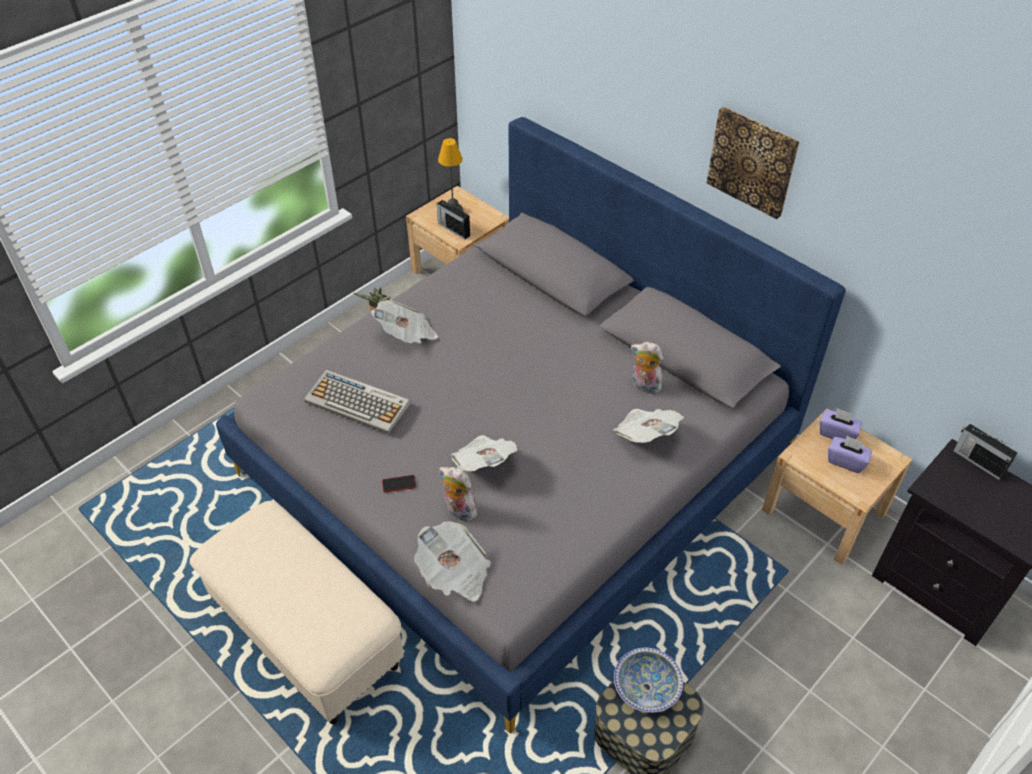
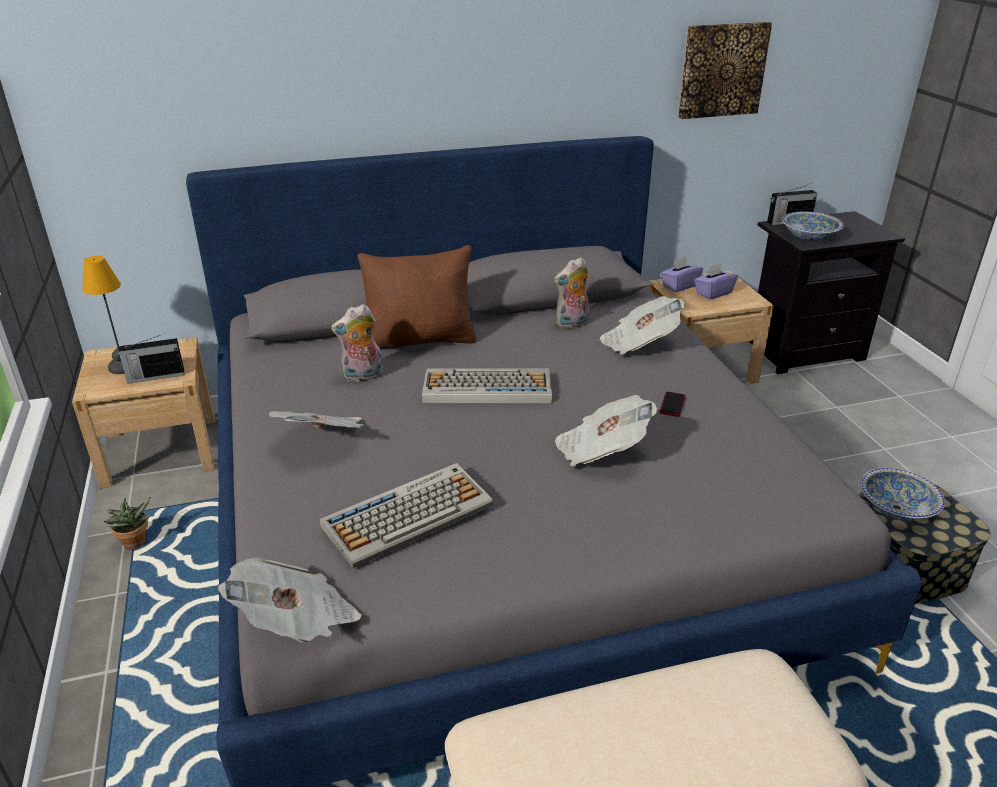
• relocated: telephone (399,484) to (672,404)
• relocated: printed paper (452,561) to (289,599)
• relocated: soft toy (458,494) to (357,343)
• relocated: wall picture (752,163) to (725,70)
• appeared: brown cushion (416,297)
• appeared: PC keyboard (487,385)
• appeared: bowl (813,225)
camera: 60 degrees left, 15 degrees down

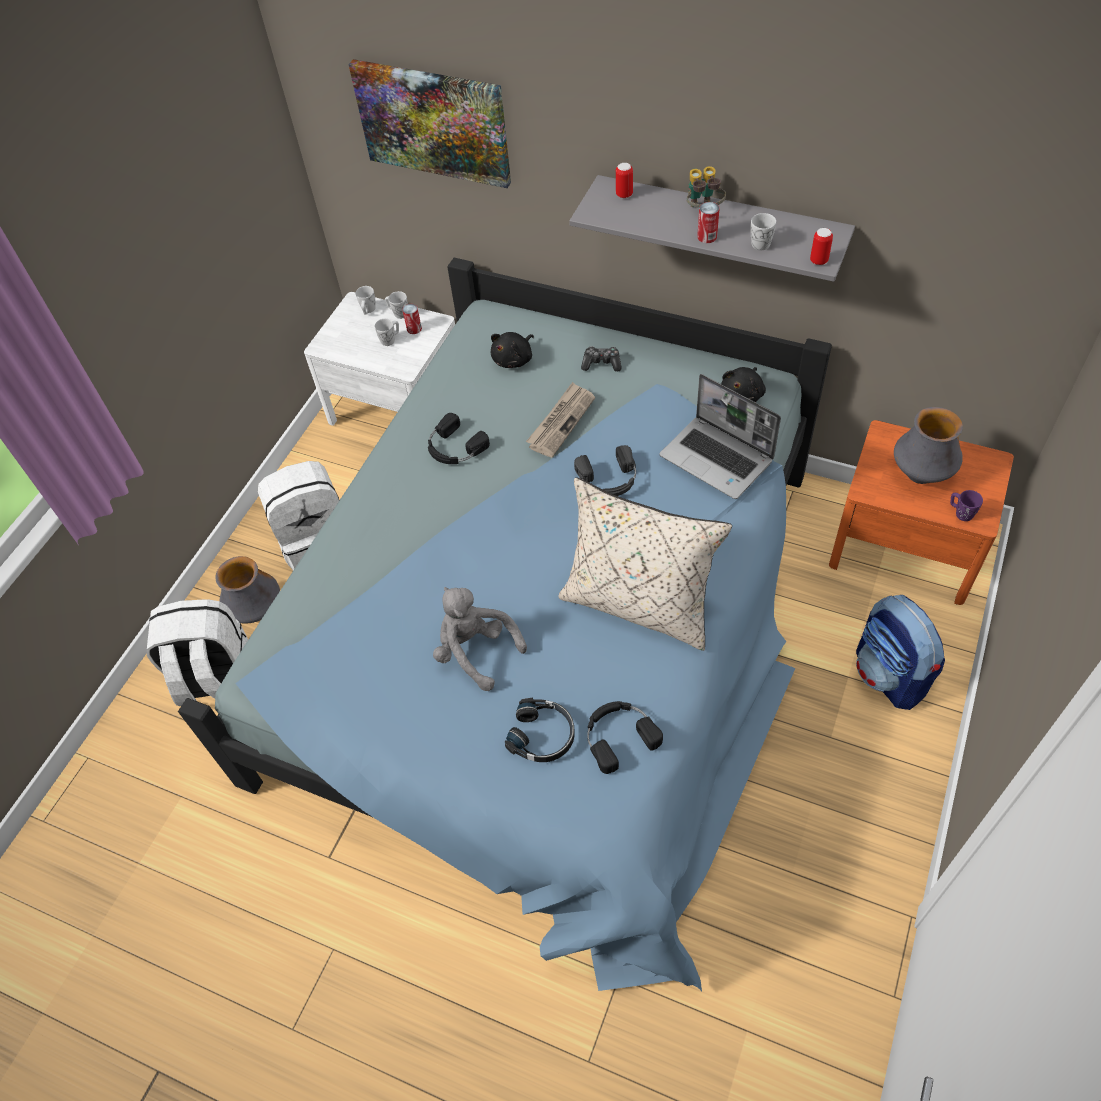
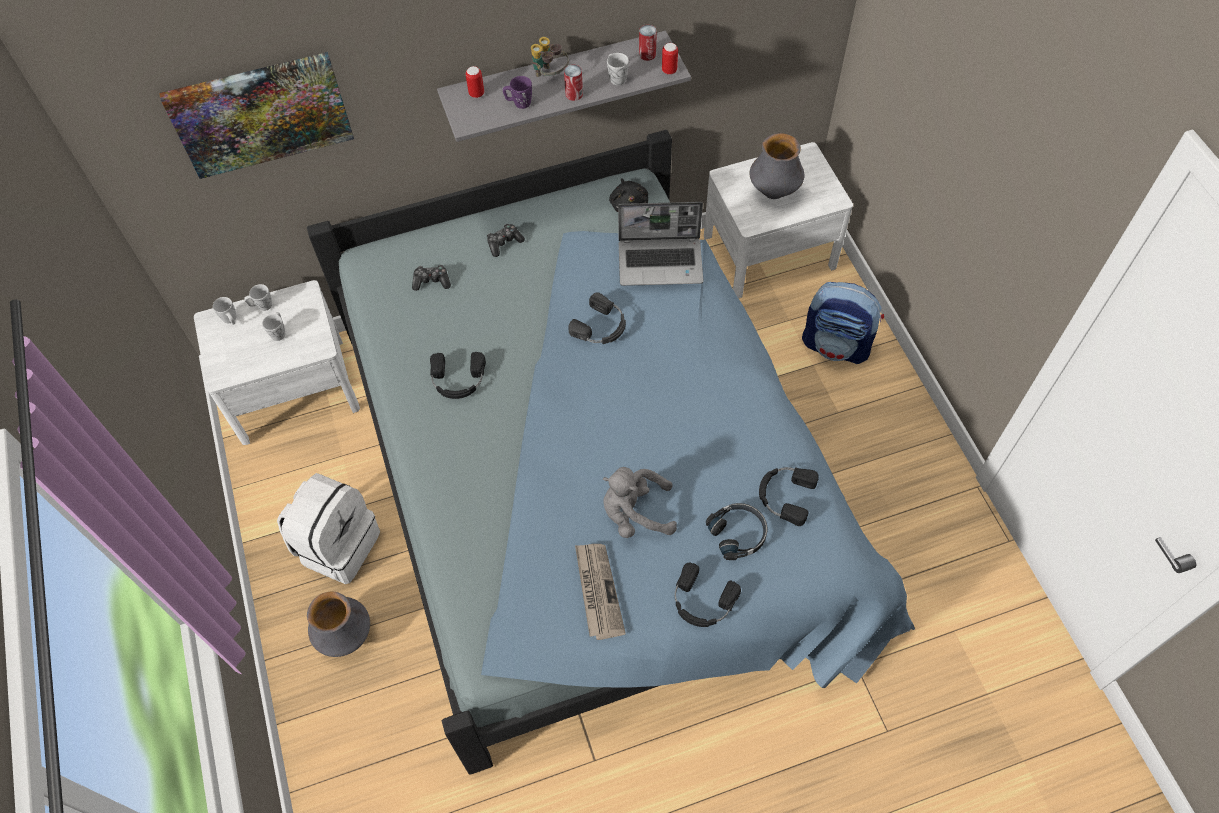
• missing: whitish knapsack (197,652)
• relocated: sealed can (412,319) to (648,43)
• exchanged: blackish soft toy (512,350) to joypad (431,278)
• relocated: printed paper (560,420) to (600,592)
• missing: beige cushion (645,564)
• colour: orange bedside table (921,512) to whitish bedside table (778,220)
• relocated: purplish tea mug (966,505) to (517,92)
• appeared: blackish pair of headphones (708,594)
camera: 45 degrees left, 5 degrees up

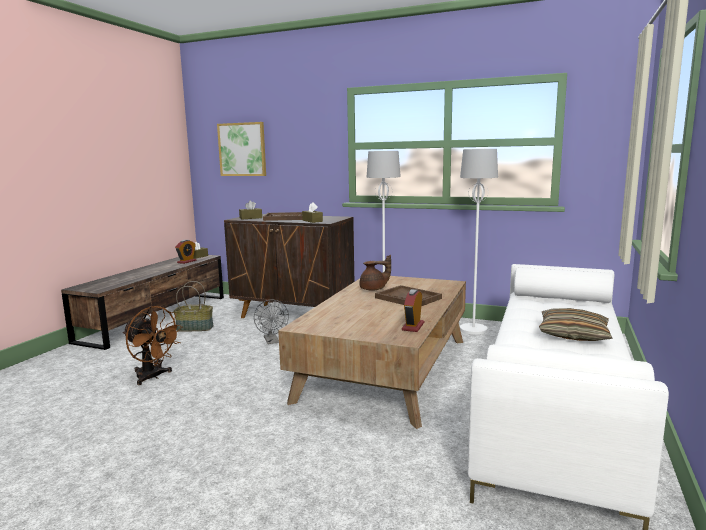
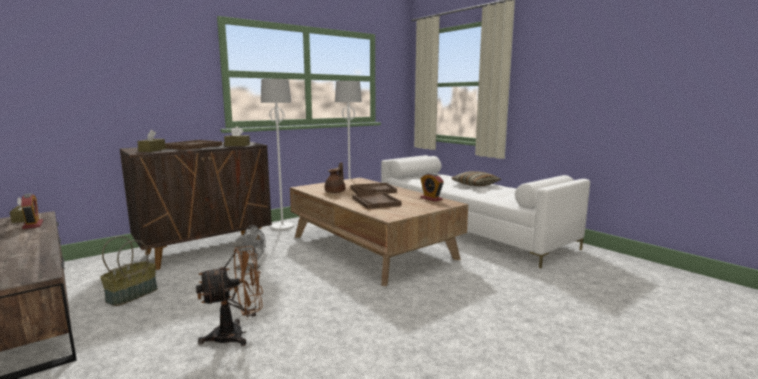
• missing: wall picture (241,149)
• appeared: brown carrying tray (377,200)
camera: 60 degrees left, 0 degrees up

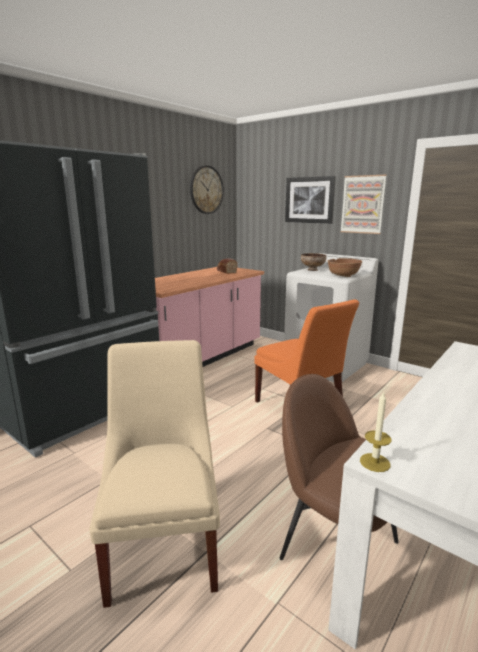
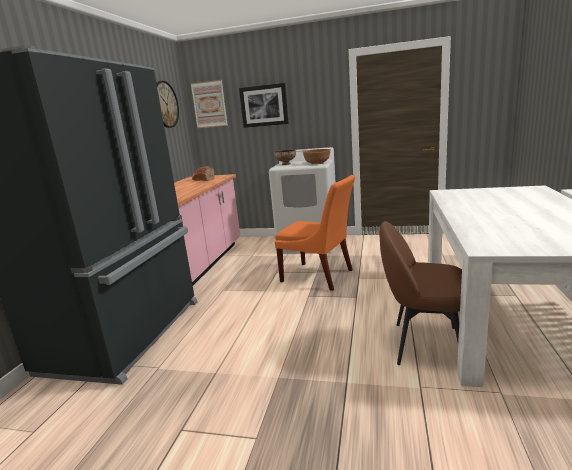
• missing: beige plain chair (154,474)
• relocated: wall picture (363,204) to (209,104)
• missing: wax light (375,431)
camera: 25 degrees left, 0 degrees up

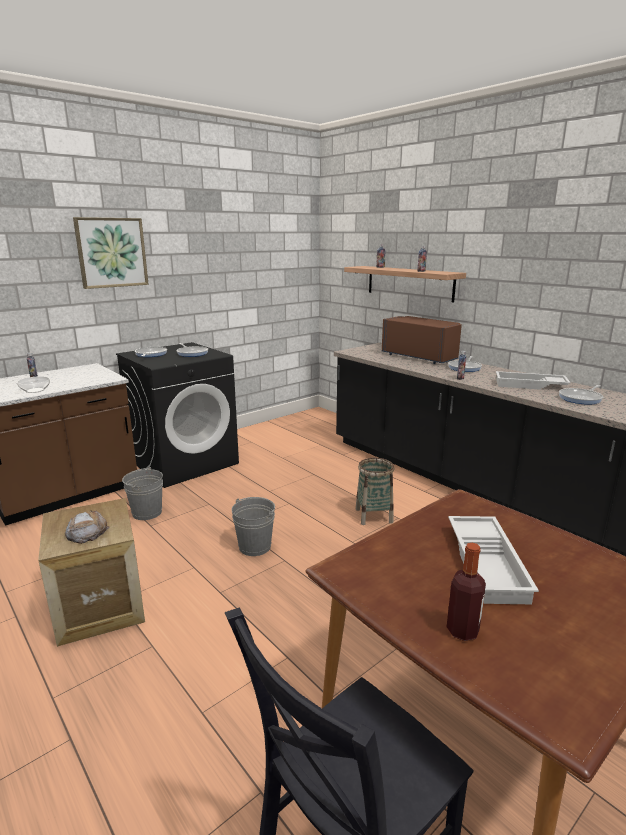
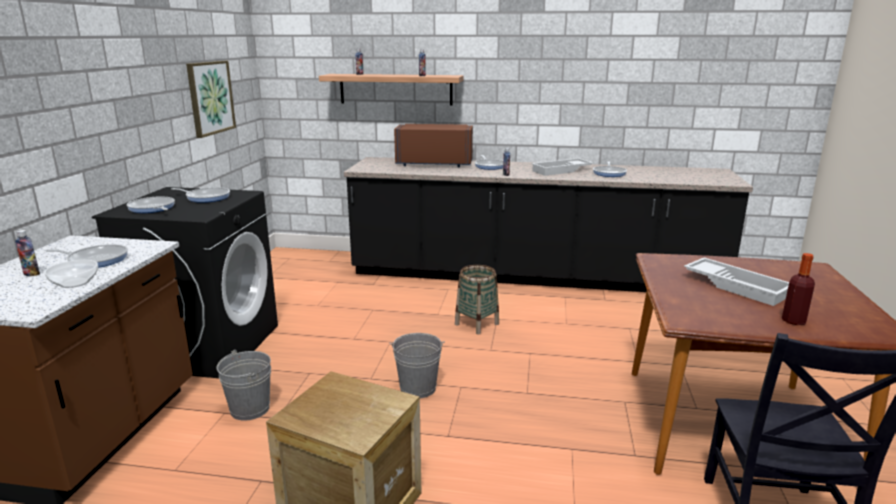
• missing: bakery bread (87,527)
• relocated: wall picture (111,253) to (211,99)
• appeared: frying pan (86,256)
camera: 40 degrees left, 0 degrees up

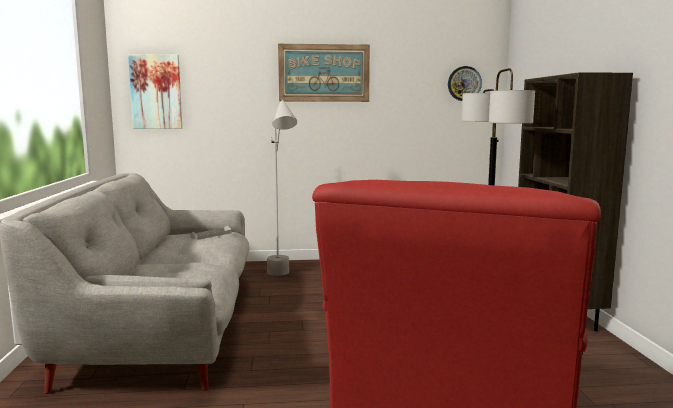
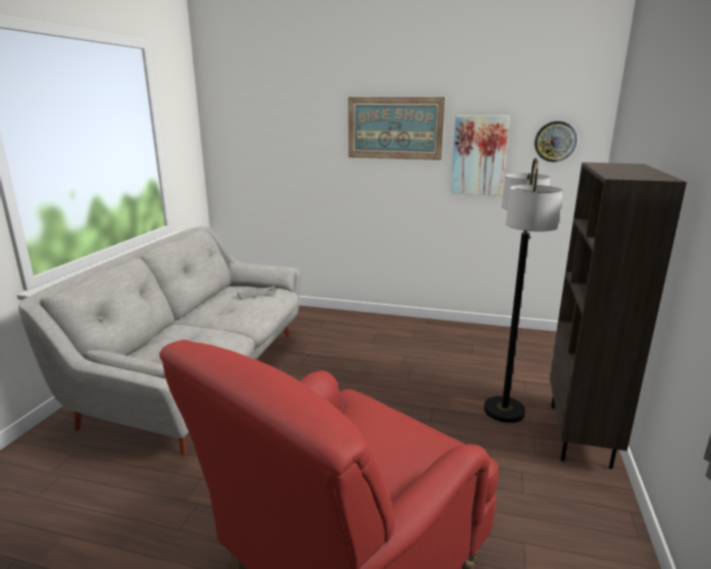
• relocated: wall picture (155,91) to (480,155)
• missing: gray standing lamp (282,187)
camera: 20 degrees right, 10 degrees up

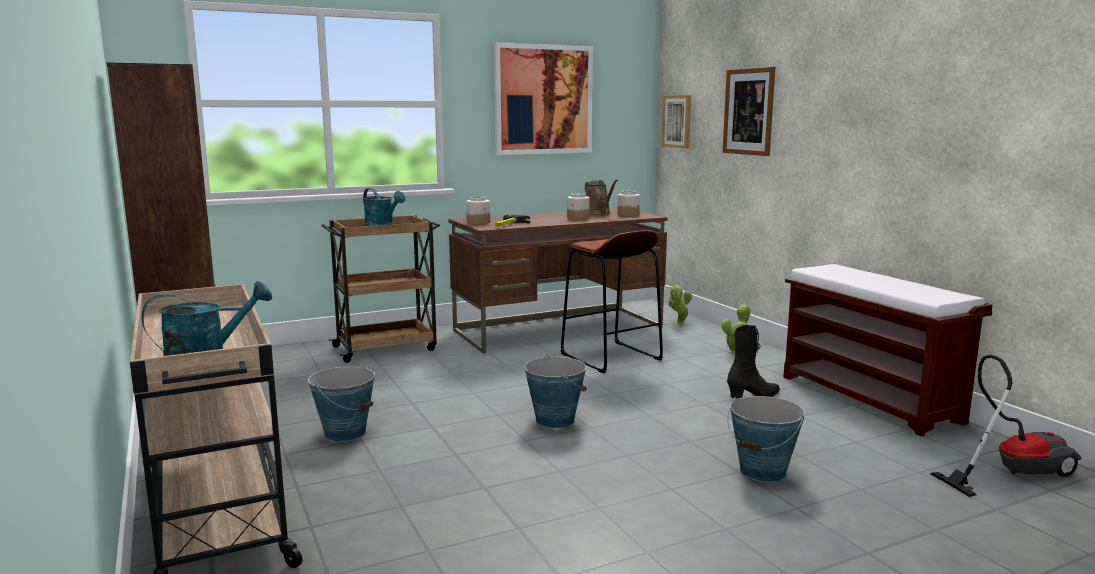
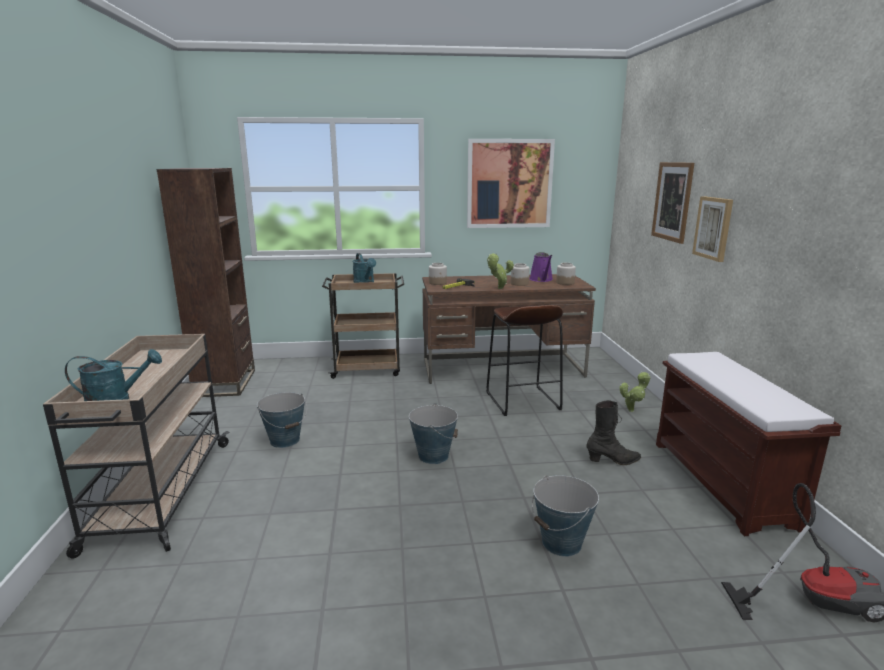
• colour: brown watering pot (601,197) to purplish watering pot (541,267)
• relocated: wall picture (676,121) to (712,229)
• relocated: potted plant (680,304) to (500,271)
camera: 20 degrees right, 5 degrees up

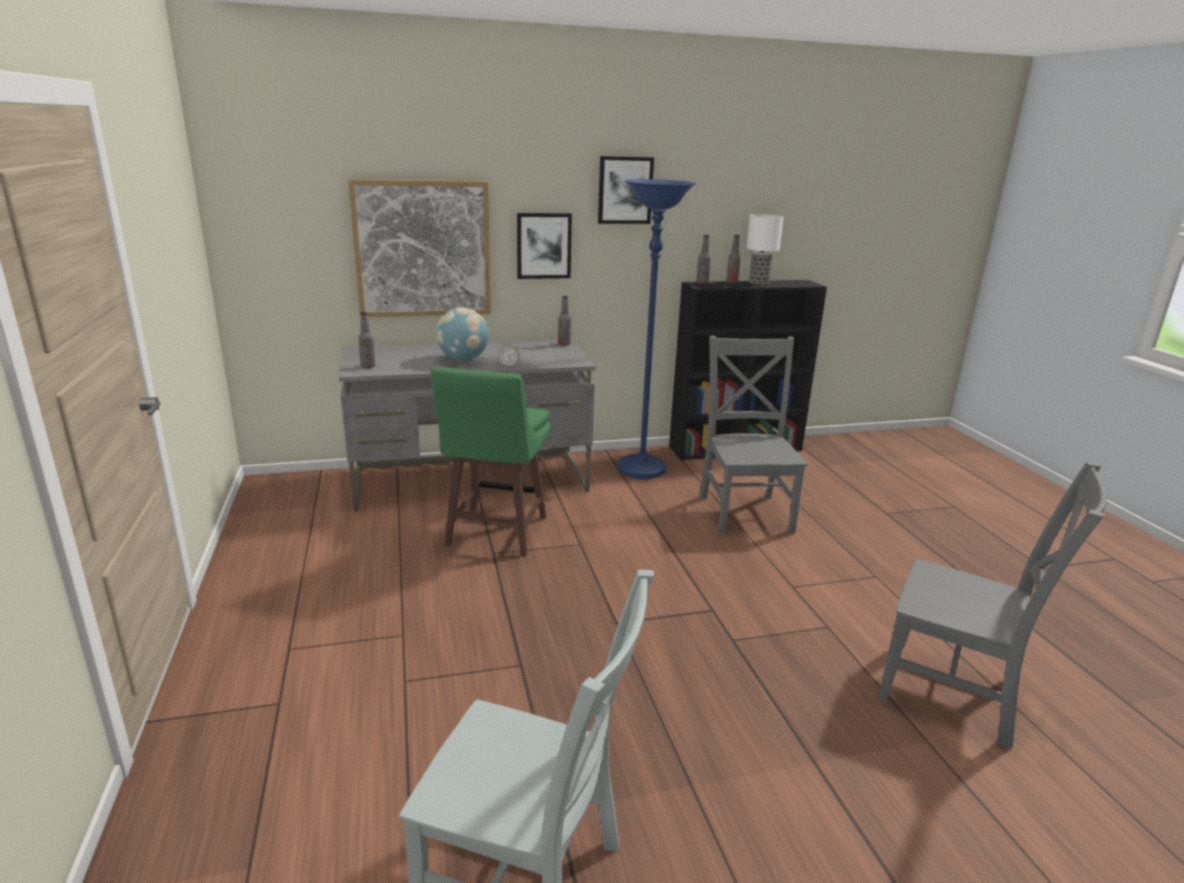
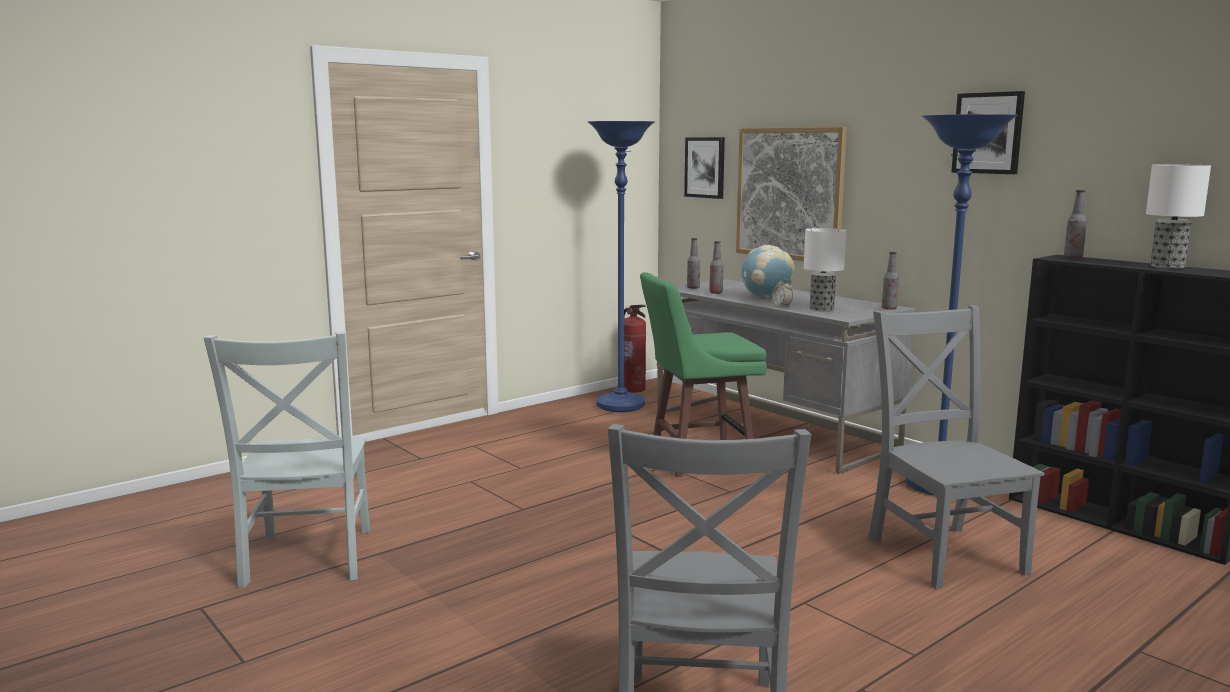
• relocated: wall picture (544,246) to (704,168)
• spun: gray plain chair (753,435) = (956,447) 75 degrees counterclockwise
• relocated: drink bottle (733,259) to (716,267)
• appeared: bluish standing lamp (621,266)
• appeared: extinguisher (635,349)
• appeared: lamp for a table (825,269)
camera: 65 degrees right, 10 degrees down

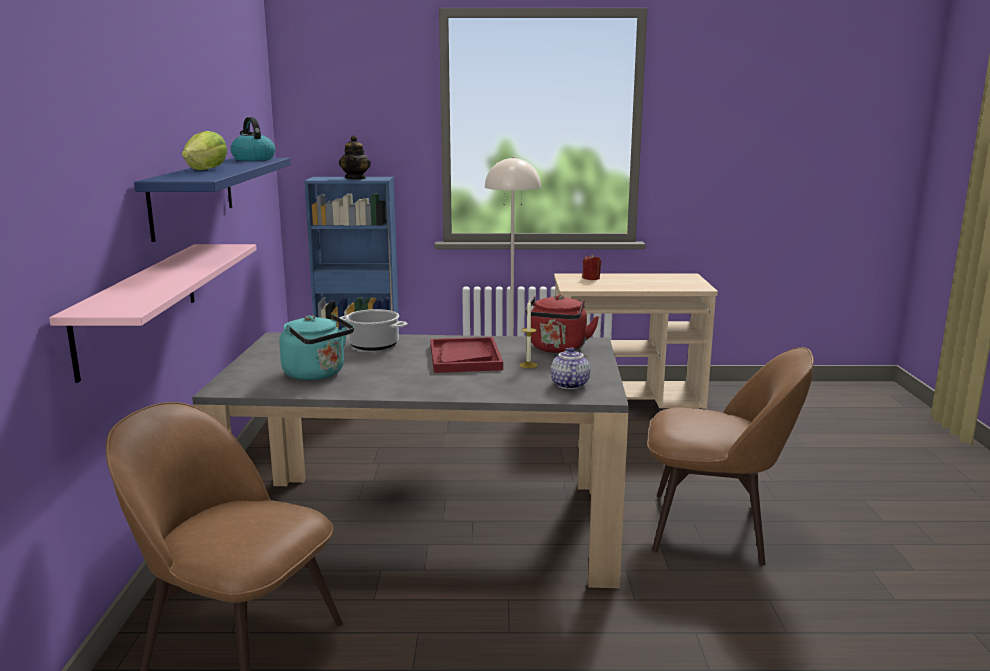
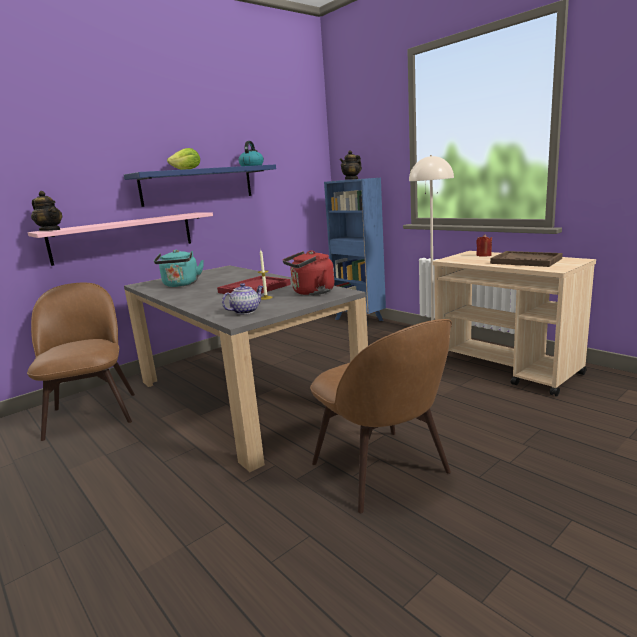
• missing: cooking pot (373,330)
• appeared: teapot (46,211)
• appeared: brown carrying tray (526,259)
camera: 50 degrees right, 0 degrees up

